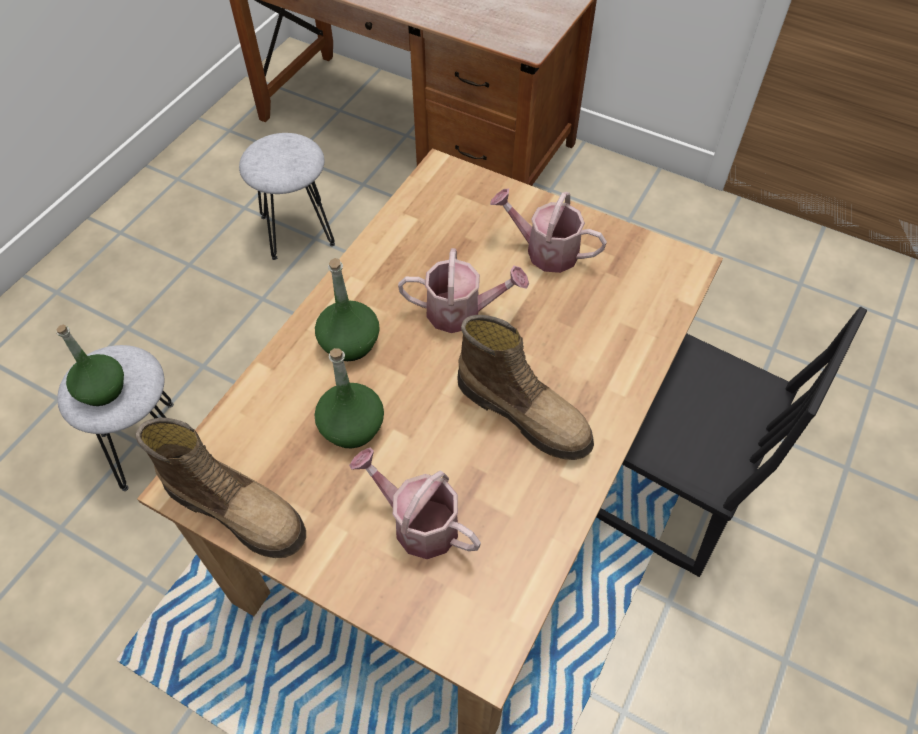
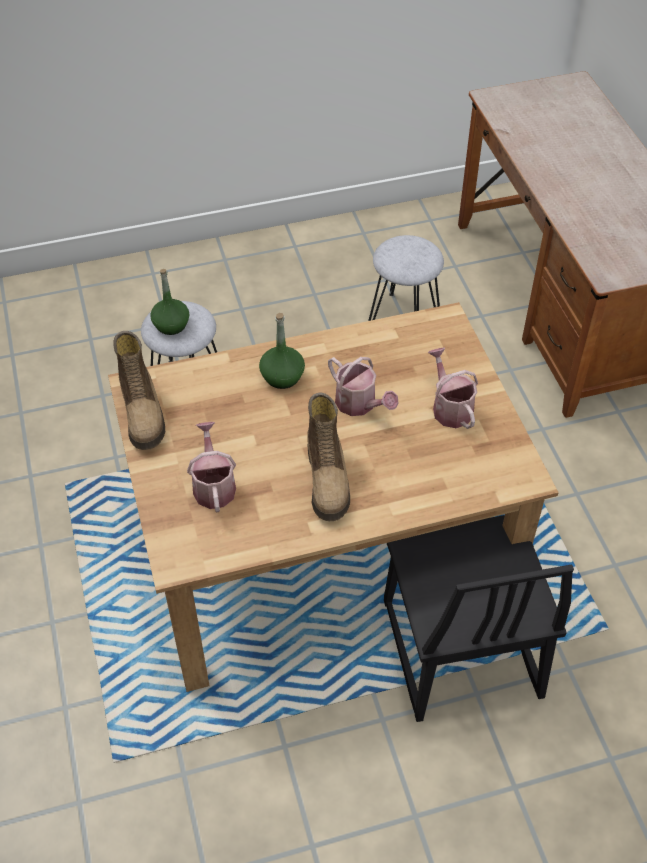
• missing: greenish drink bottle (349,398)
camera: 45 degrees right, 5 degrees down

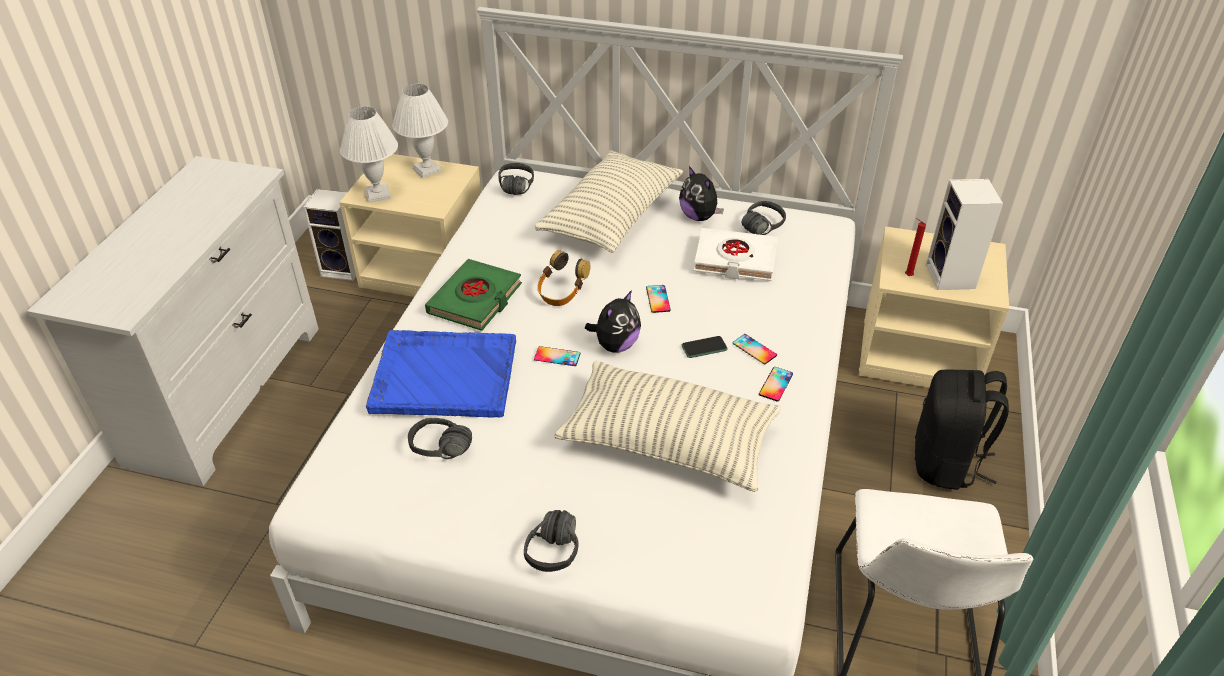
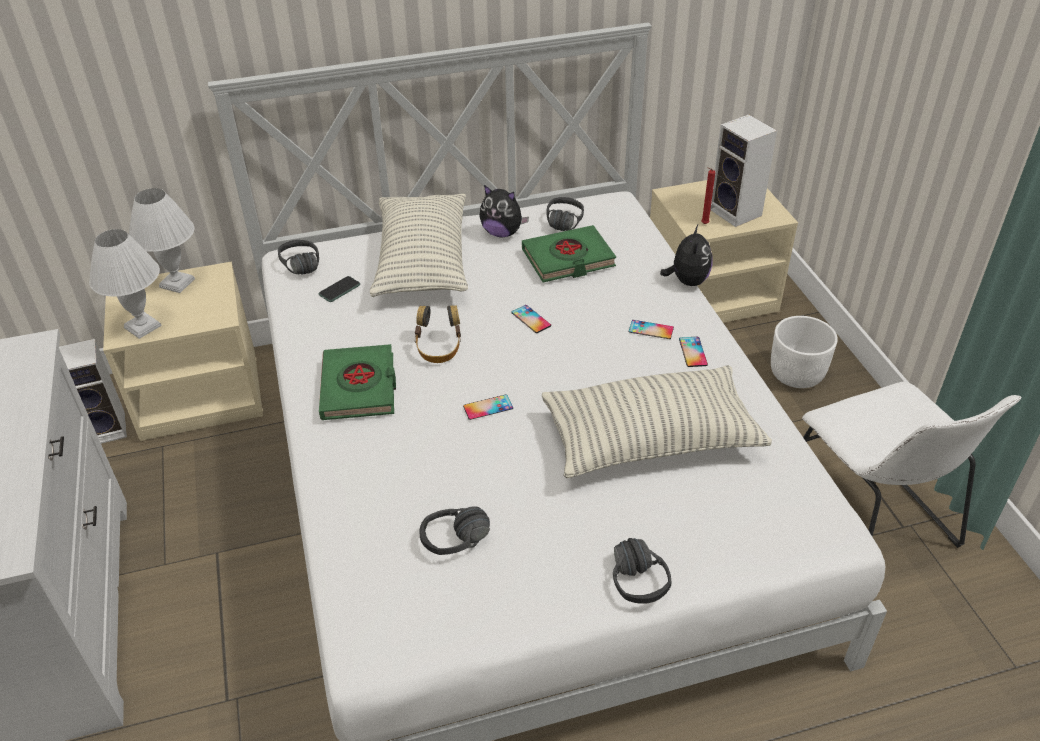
• missing: bluish carrying tray (441,373)
• relocated: soft toy (613,321) to (686,254)
• relocated: telephone (705,347) to (339,289)
• colour: whitish bound book (736,254) to greenish bound book (569,254)
• exchanged: blackish knapsack (962,430) to whitish planter (804,352)
camera: 30 degrees left, 0 degrees up

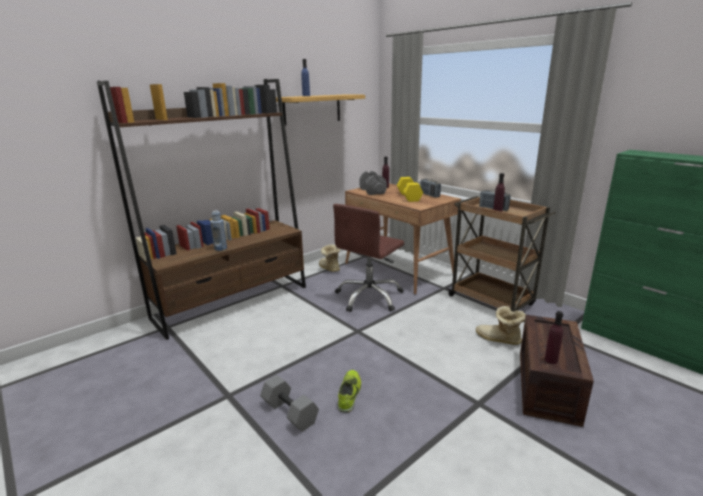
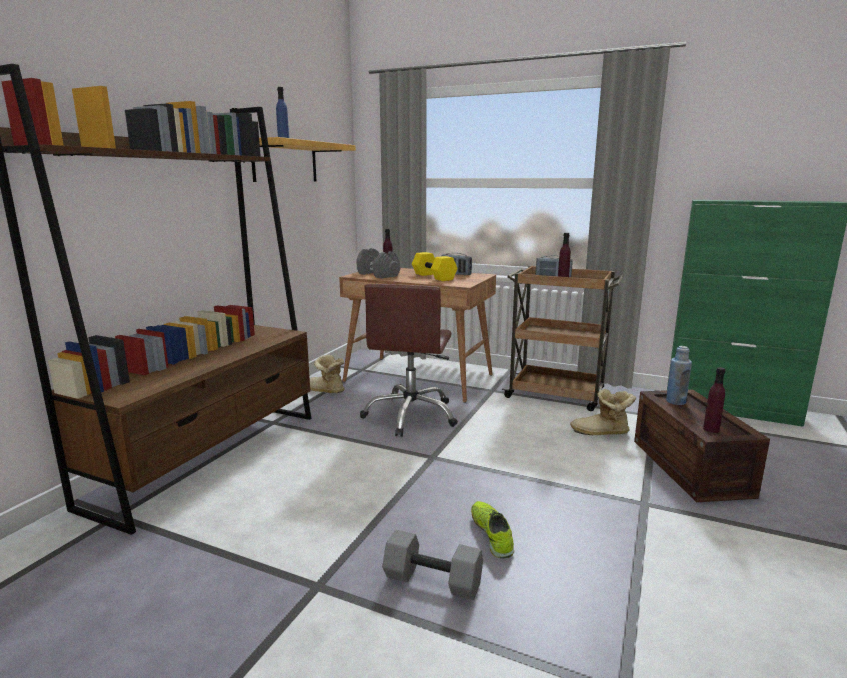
• relocated: bluish drink bottle (218,231) to (679,375)
camera: 25 degrees left, 5 degrees down

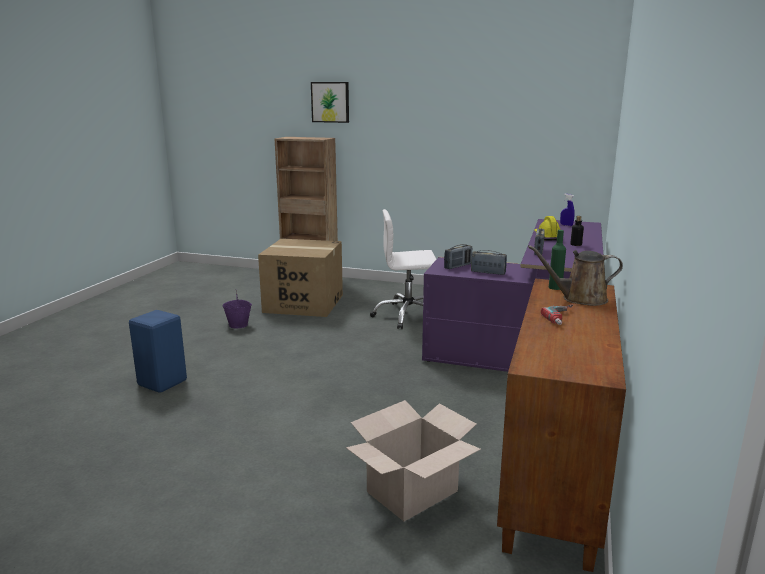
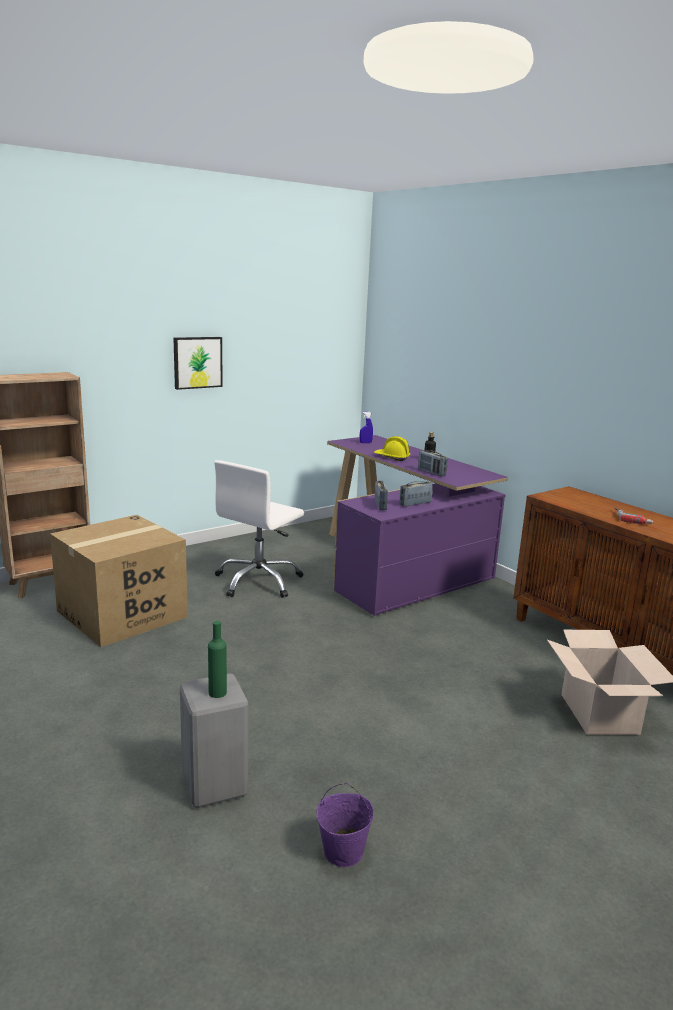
• colour: bluish stool seat (158,351) to gray stool seat (214,740)
• relocated: purplish pail (237,309) to (345,825)
• relocated: wall picture (330,102) to (198,363)
• missing: brown watering pot (575,275)
• relocated: greenish drink bottle (557,260) to (217,659)
camera: 55 degrees left, 0 degrees up

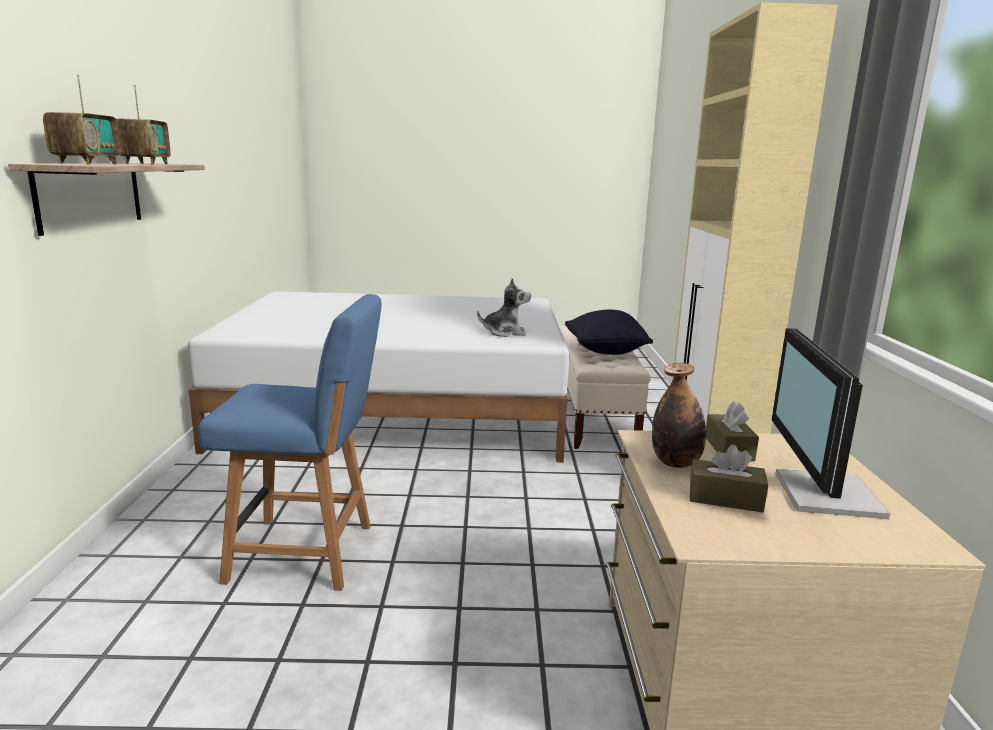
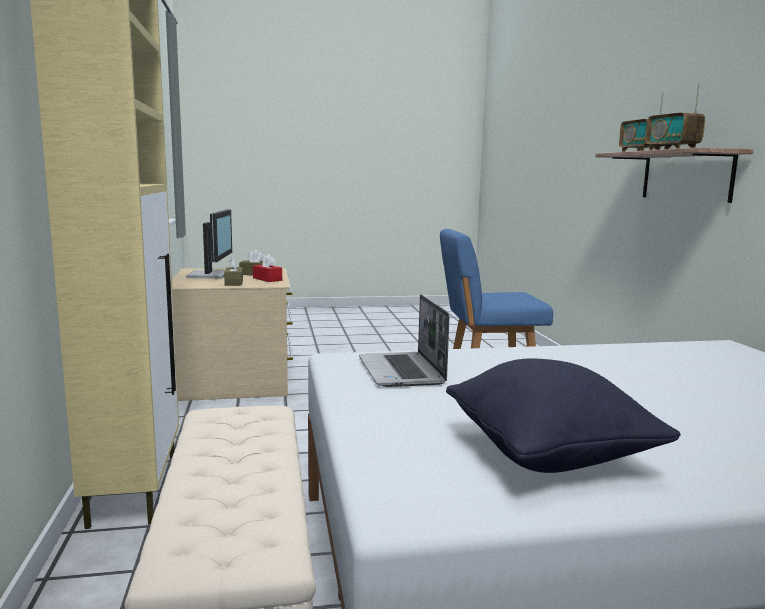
• exchanged: soft toy (504,307) to laptop (404,340)
• relocated: blackish cushion (609,332) to (563,415)
• exchanged: drink bottle (679,415) to red tissue box (267,268)
camera: 170 degrees right, 5 degrees down

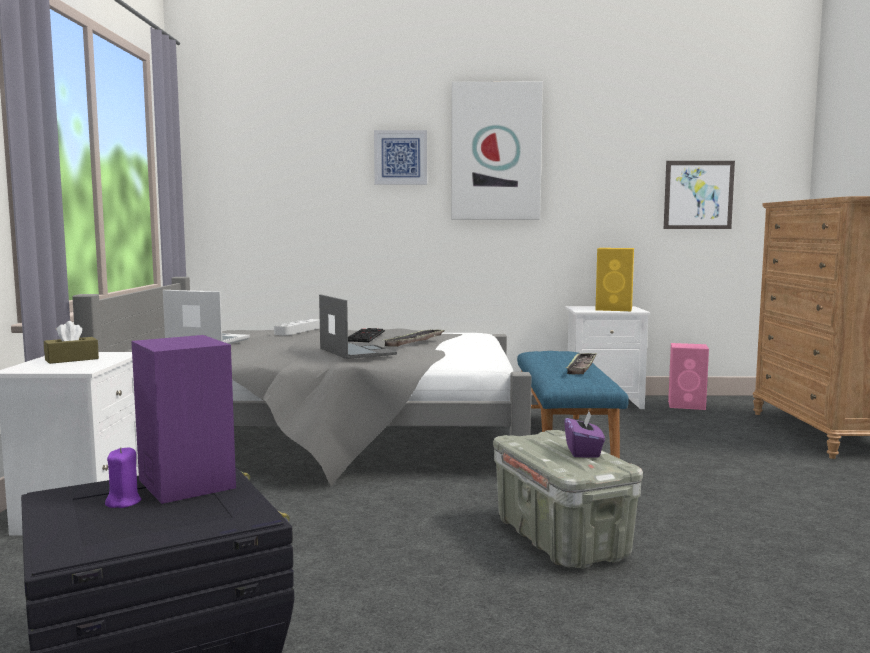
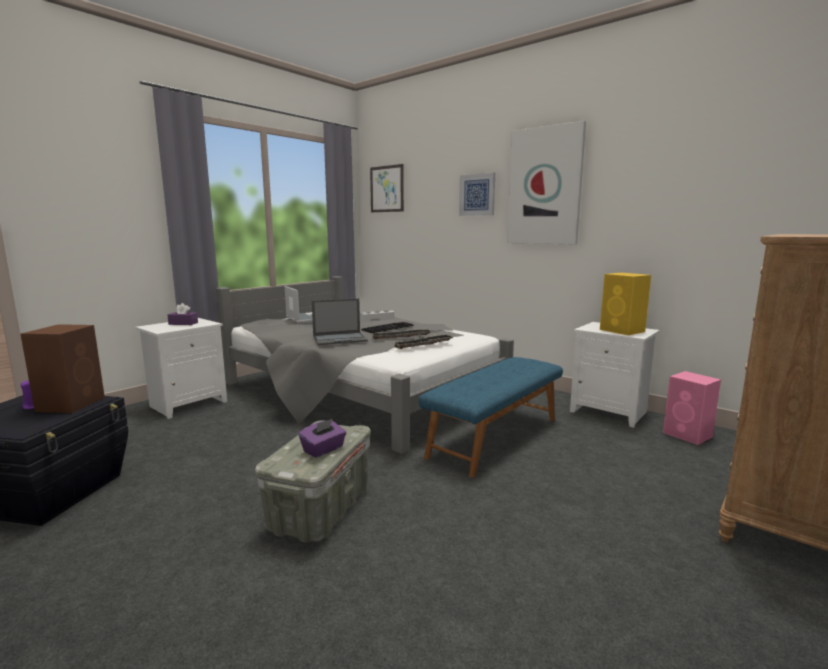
• colour: brown tissue box (71,342) to purplish tissue box (182,314)
• colour: purplish speaker (183,419) to brown speaker (62,368)
• spun: laptop (358,326) = (340,322) 60 degrees clockwise
• relocated: carrying tray (581,363) to (423,341)
• relocated: wall picture (699,195) to (387,188)
camera: 40 degrees right, 5 degrees up

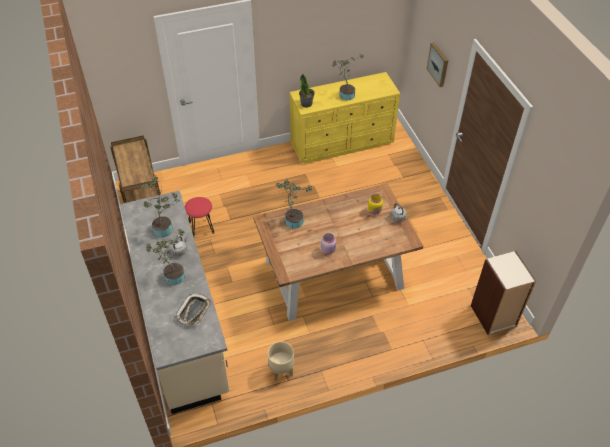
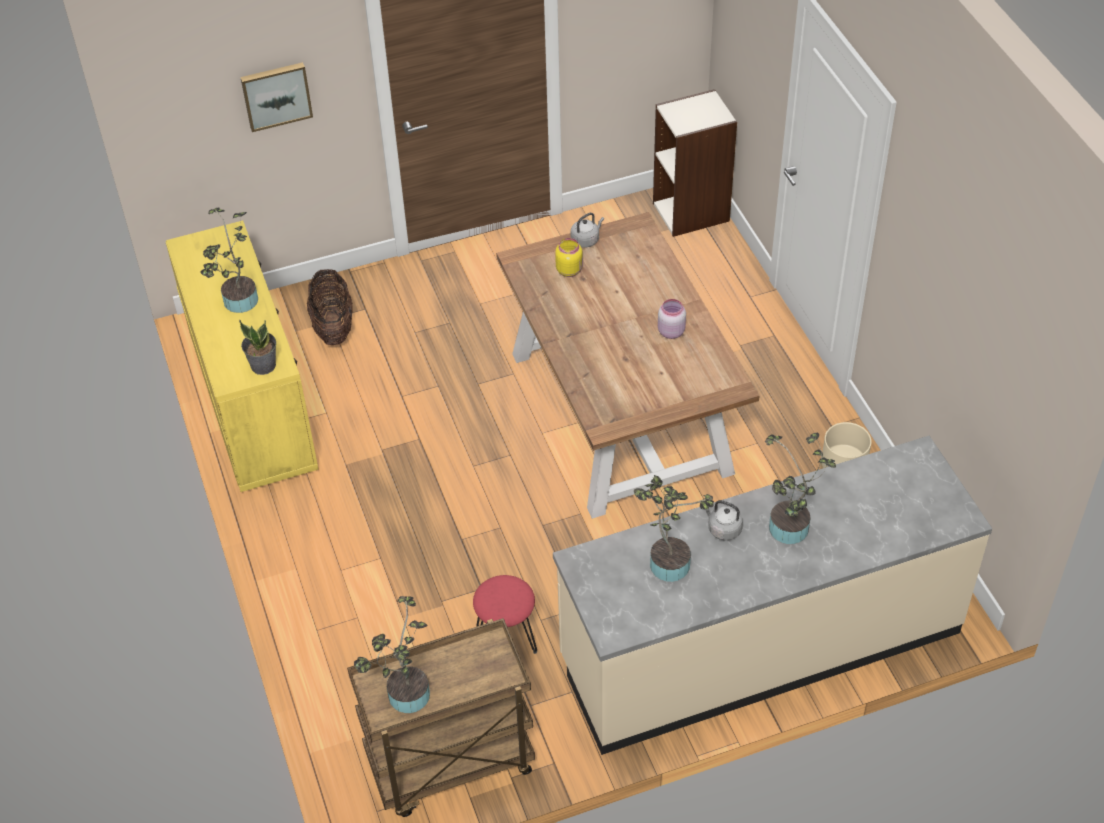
• missing: carrying tray (193,309)
• relocated: potted plant (294,204) to (392,654)
• appeared: storage basket (330,307)
camera: 90 degrees left, 0 degrees up

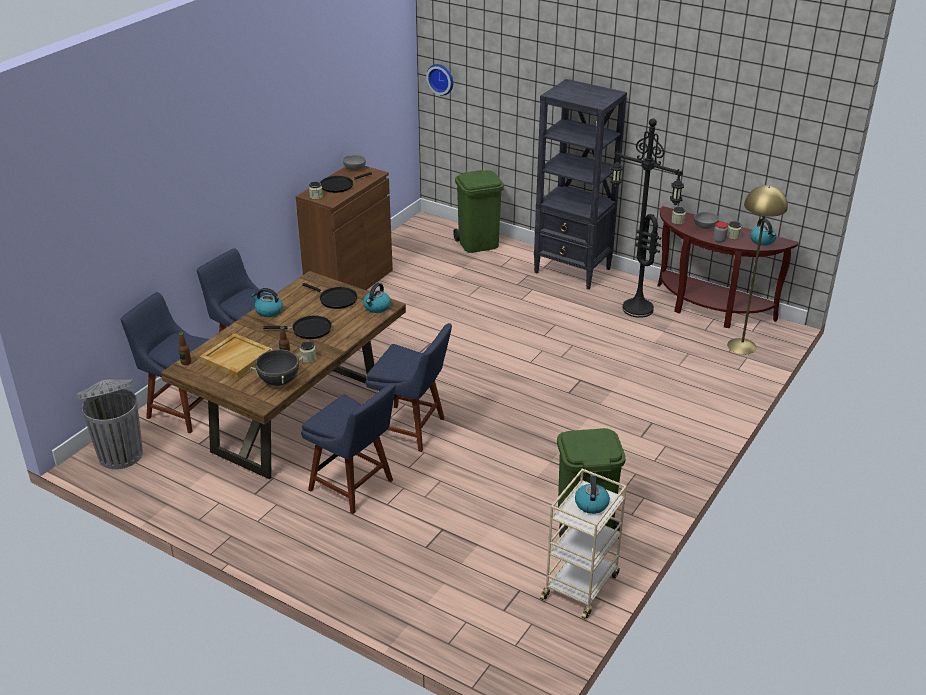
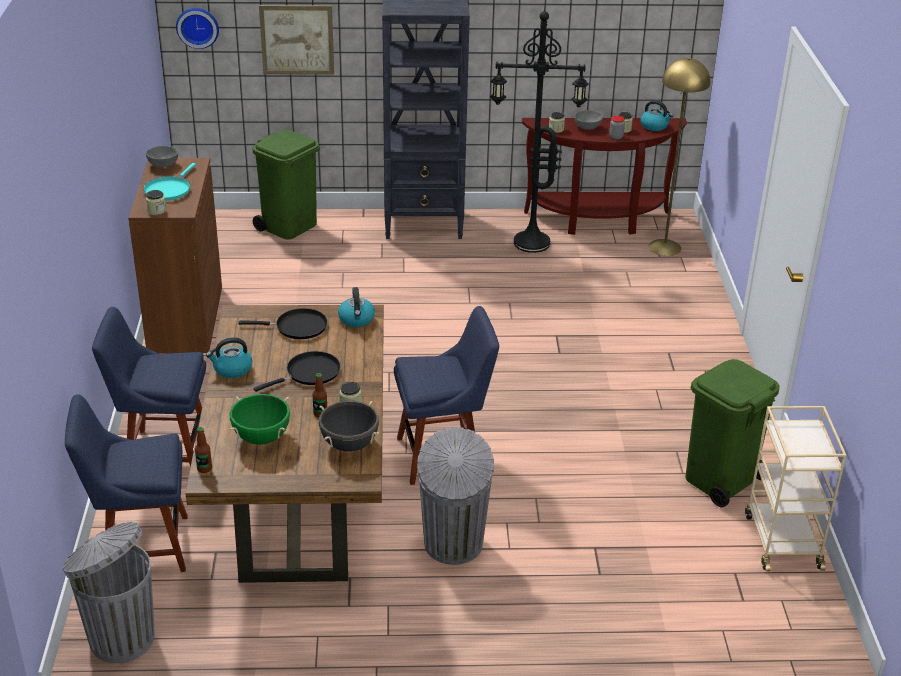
• exchanged: beige carrying tray (235,355) to greenish cooking pot (260,419)
• exchanged: bluish plain chair (348,448) to gray waste bin (455,496)
• colour: blackish frying pan (346,182) to turquoise frying pan (169,182)
• missing: kettle (592,494)
• appeared: wall picture (296,40)
camera: 35 degrees left, 0 degrees up

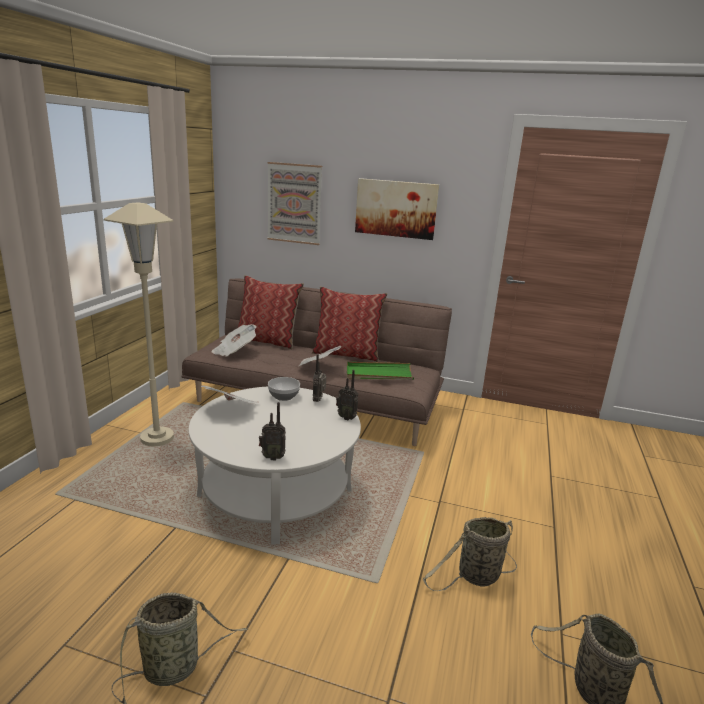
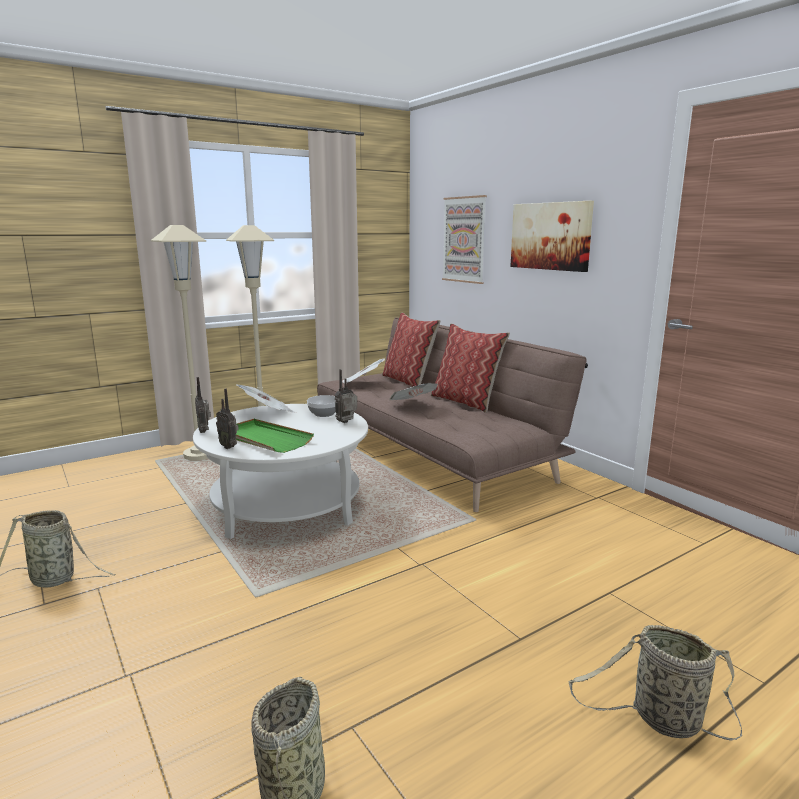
• relocated: radio (347,395) to (203,405)
• relocated: greenish carrying tray (380,371) to (275,436)
• relocated: storage basket (470,554) to (655,682)
• appeared: beige standing lamp (179,343)
camera: 40 degrees right, 5 degrees down

